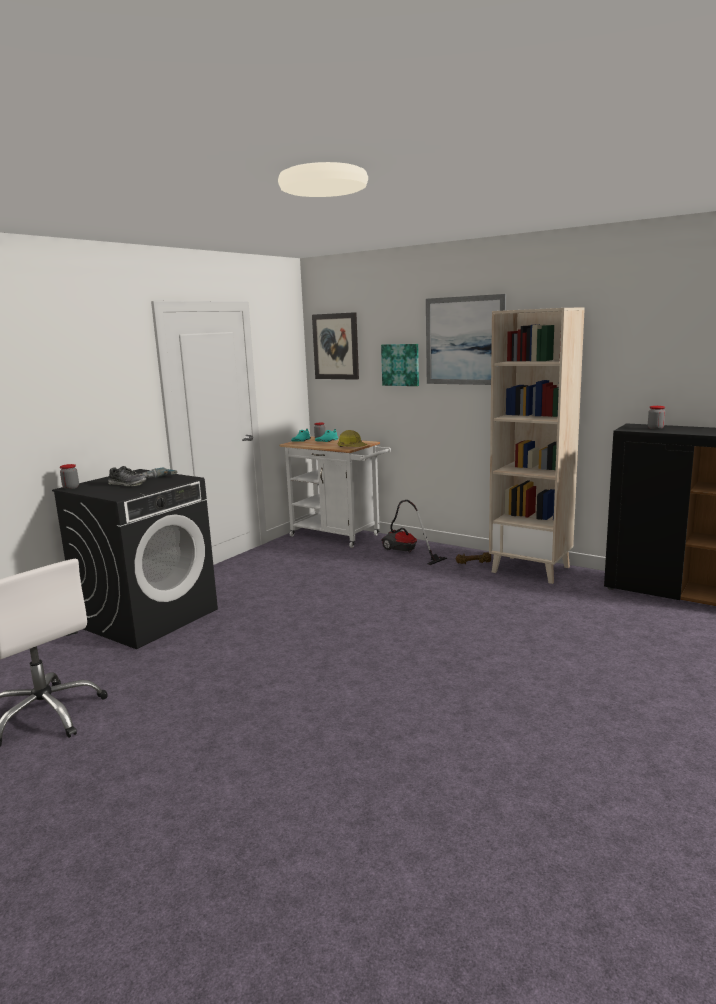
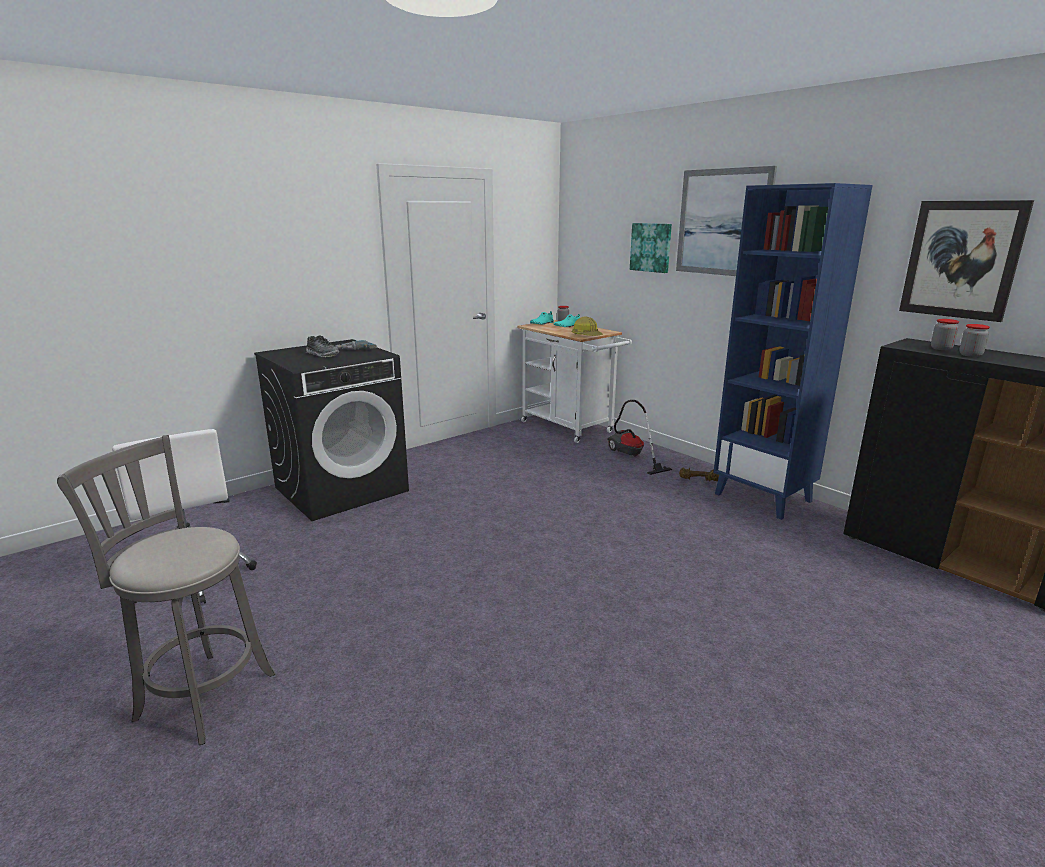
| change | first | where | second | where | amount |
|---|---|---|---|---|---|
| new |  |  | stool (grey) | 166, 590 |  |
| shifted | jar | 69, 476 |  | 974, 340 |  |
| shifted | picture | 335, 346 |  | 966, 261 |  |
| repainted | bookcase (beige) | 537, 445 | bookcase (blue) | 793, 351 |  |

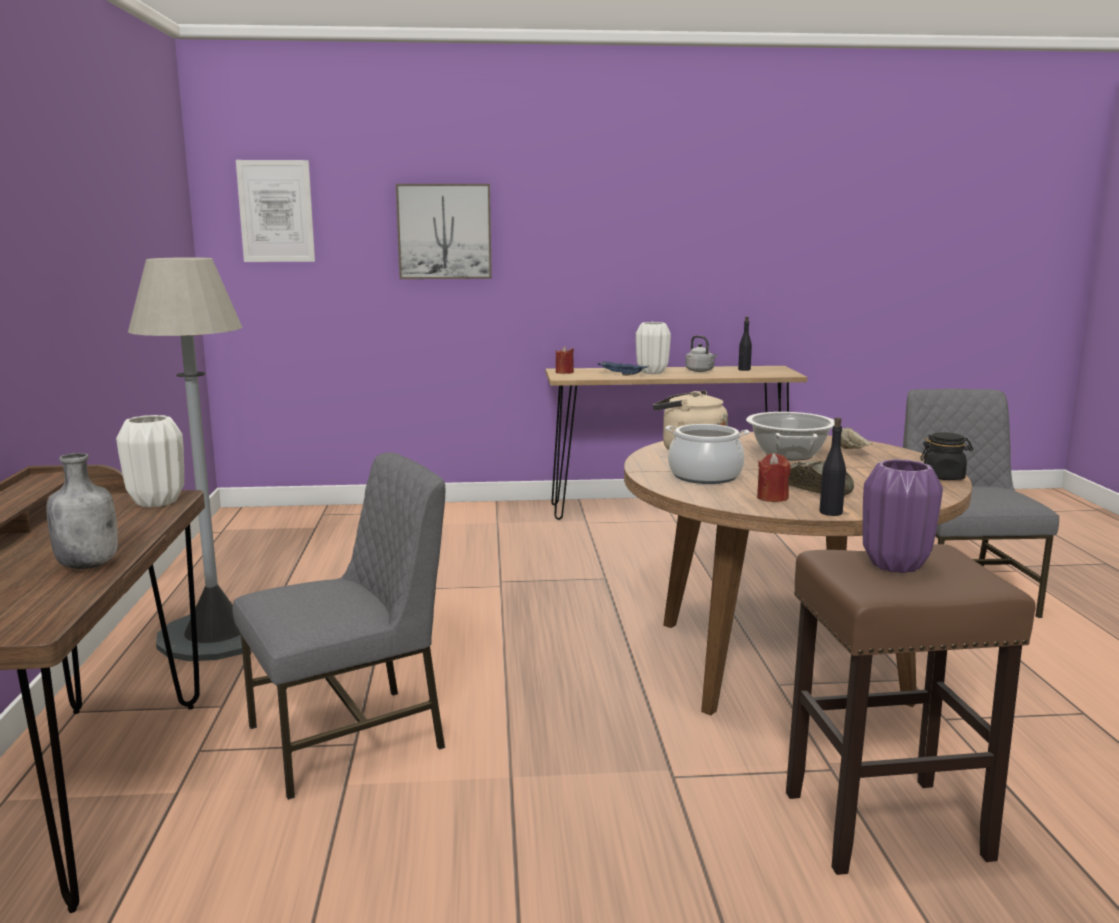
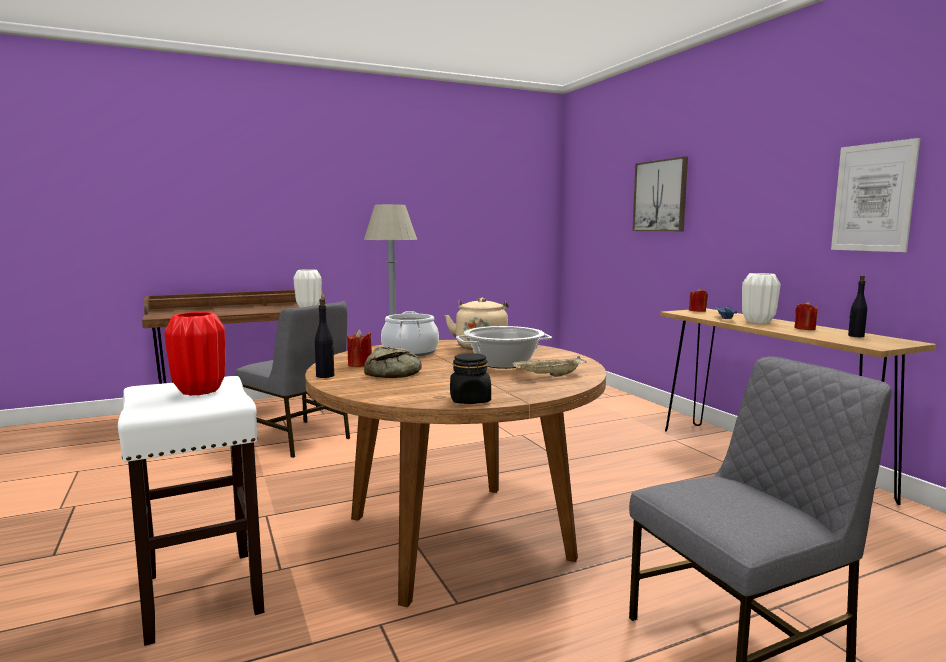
| change | first | where | second | where | amount |
|---|---|---|---|---|---|
| gone | bottle (grey) | 82, 511 |  |  |  |
| shifted | picture | 275, 211 |  | 875, 195 |  |
| swapped | kettle (grey) | 701, 353 | candle (red) | 806, 315 |  |
| repainted | stool (brown) | 911, 709 | stool (white) | 191, 511 |  |
| repainted | vase (purple) | 903, 516 | vase (red) | 194, 353 |  |

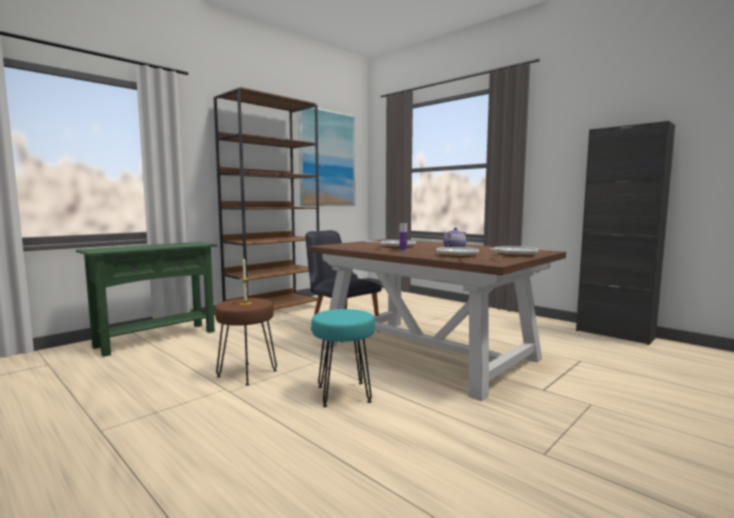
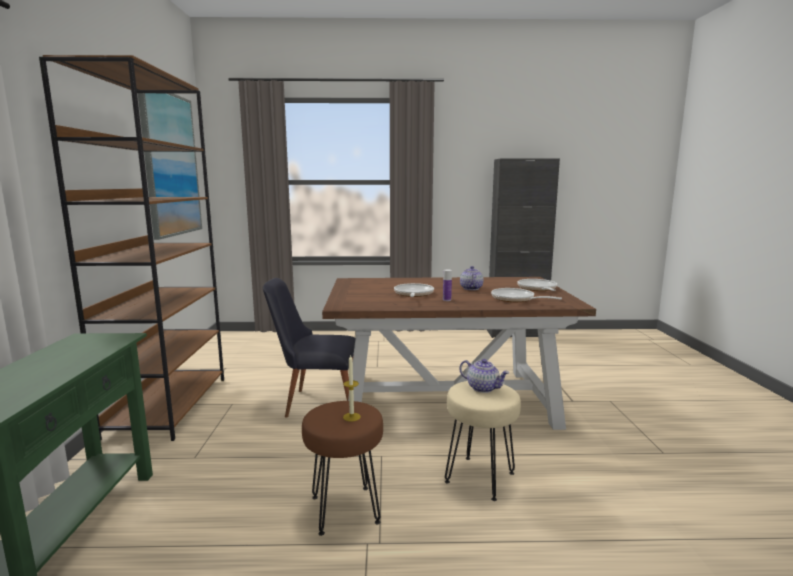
| change | first | where | second | where | amount |
|---|---|---|---|---|---|
| new |  |  | teapot | 484, 376 |  |
| repainted | stool (turquoise) | 343, 358 | stool (beige) | 483, 441 |  |

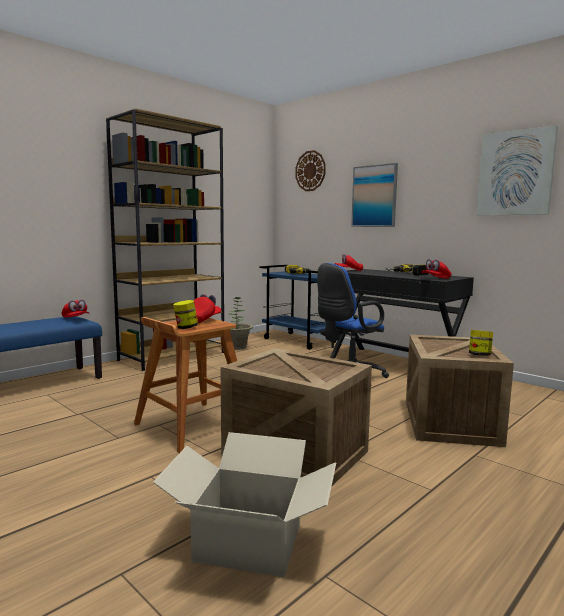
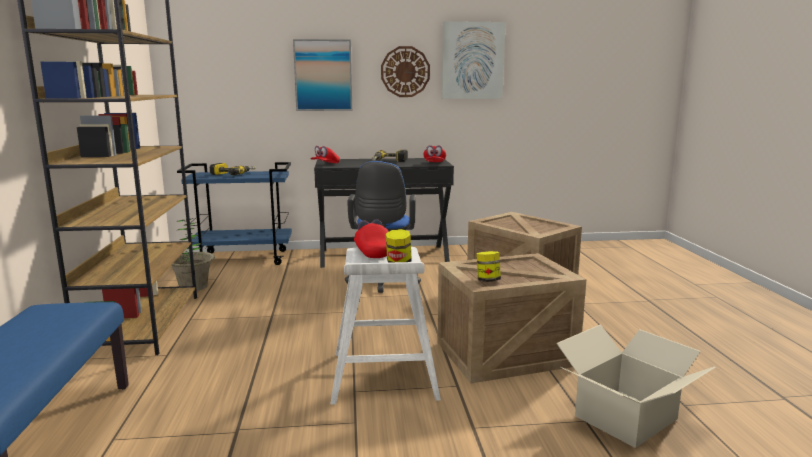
| change | first | where | second | where | amount |
|---|---|---|---|---|---|
| gone | cap (red) | 75, 308 |  |  |  |
| shifted | wall clock | 310, 170 |  | 405, 71 |  |
| shifted | jar | 481, 343 |  | 488, 266 |  |
| repainted | stool (brown) | 185, 385 | stool (white) | 385, 326 |  |

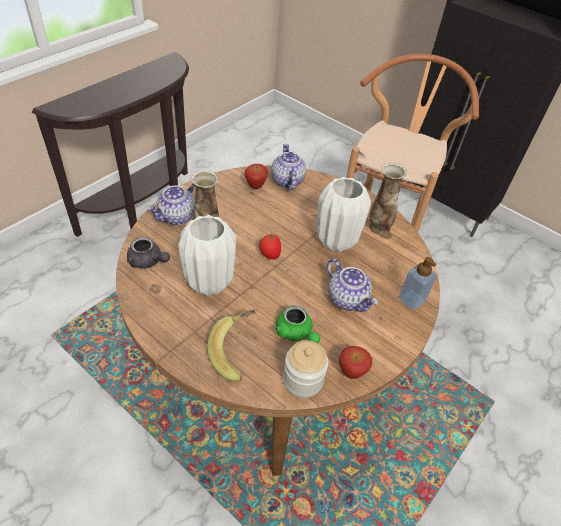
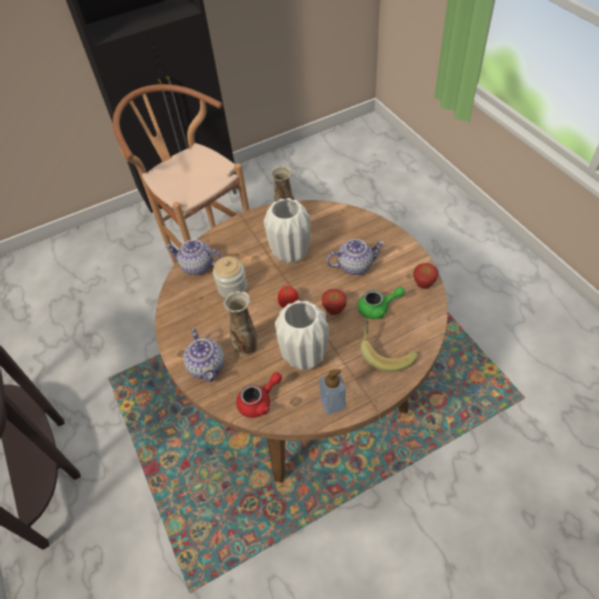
| change | first | where | second | where | amount |
|---|---|---|---|---|---|
| shifted | apple | 256, 176 |  | 334, 302 |  |
| shifted | jar | 305, 369 |  | 230, 277 |  |
| shifted | soap dispenser | 417, 283 |  | 332, 392 |  |
| repainted | teapot (grey) | 148, 253 | teapot (red) | 259, 395 |  |

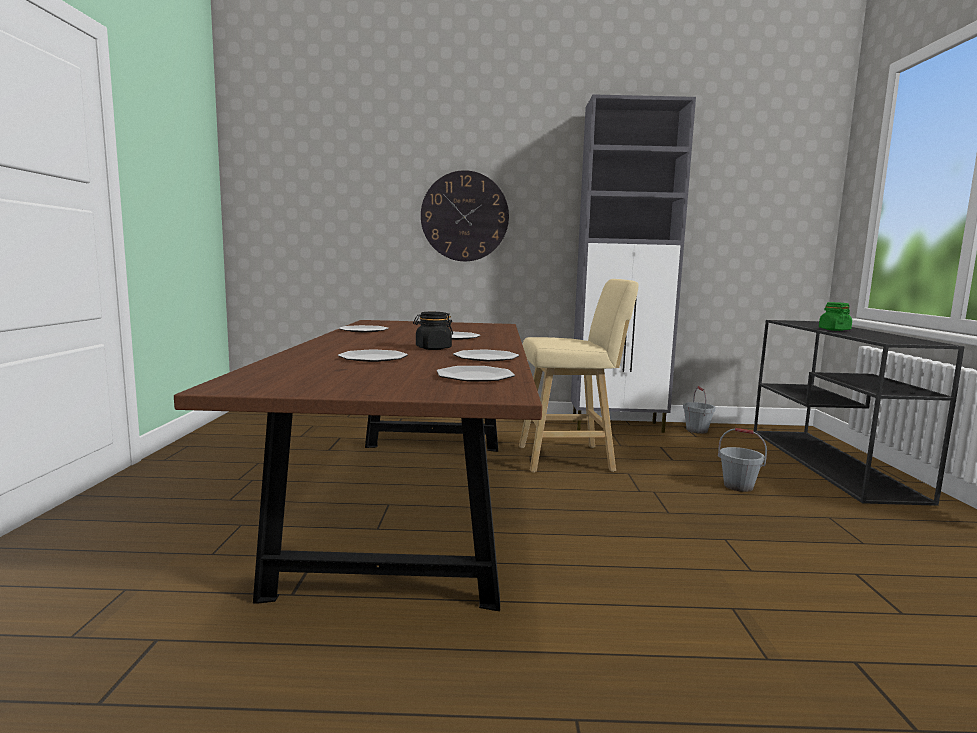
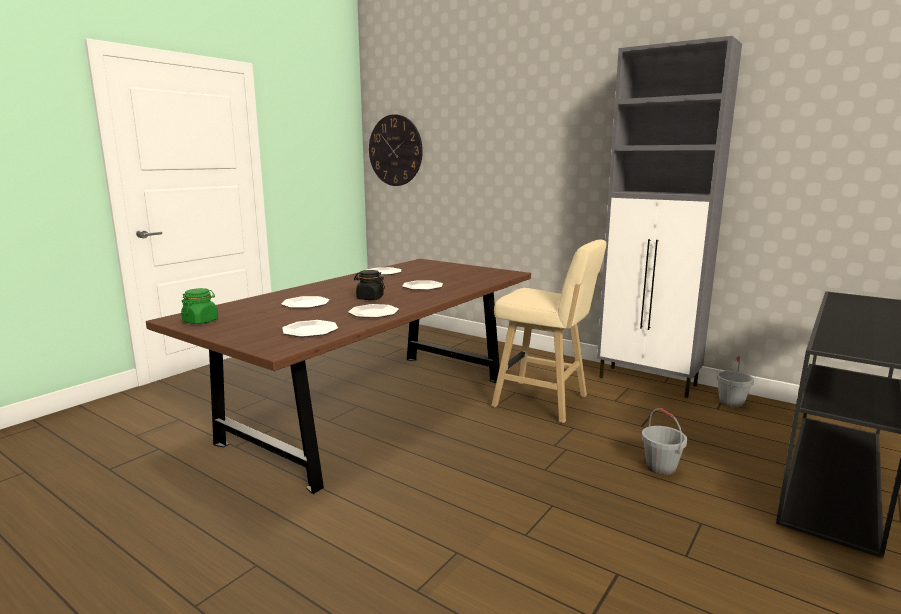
| change | first | where | second | where | amount |
|---|---|---|---|---|---|
| shifted | wall clock | 465, 215 |  | 396, 150 |  |
| shifted | jar (green) | 835, 316 |  | 199, 306 |  |

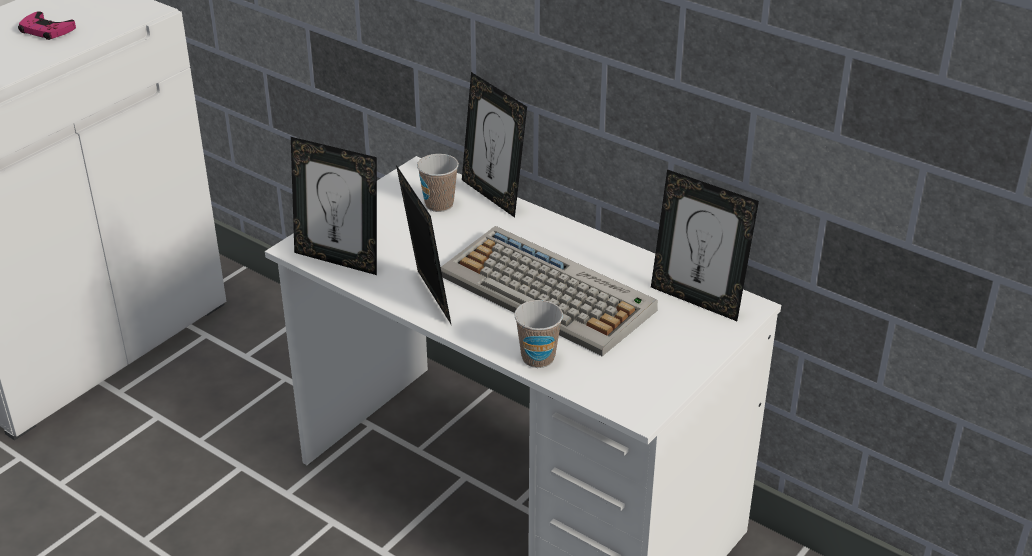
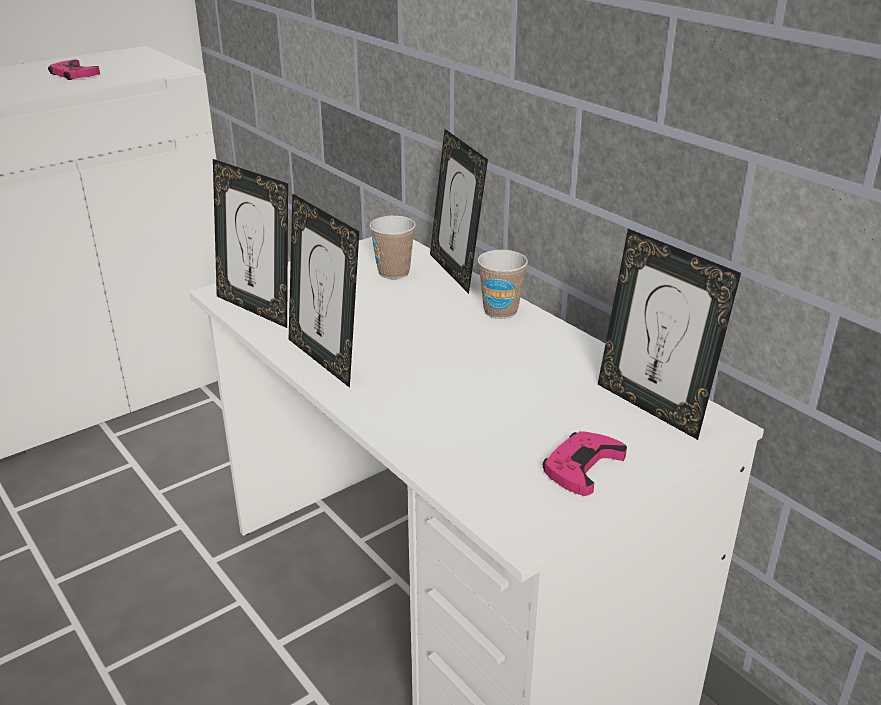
| change | first | where | second | where | amount |
|---|---|---|---|---|---|
| gone | keyboard | 549, 291 |  |  |  |
| new |  |  | game controller (pink) | 585, 463 |  |
| shifted | cup | 538, 334 |  | 502, 284 |  |
| rotated | picture frame | 423, 244 |  | 324, 290 | 150 degrees clockwise |

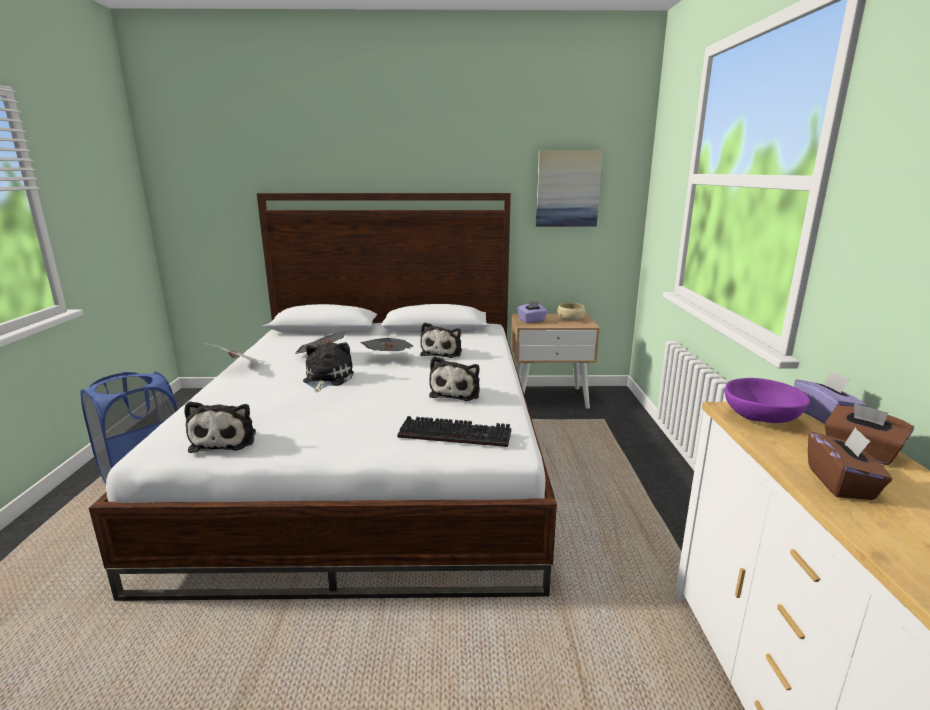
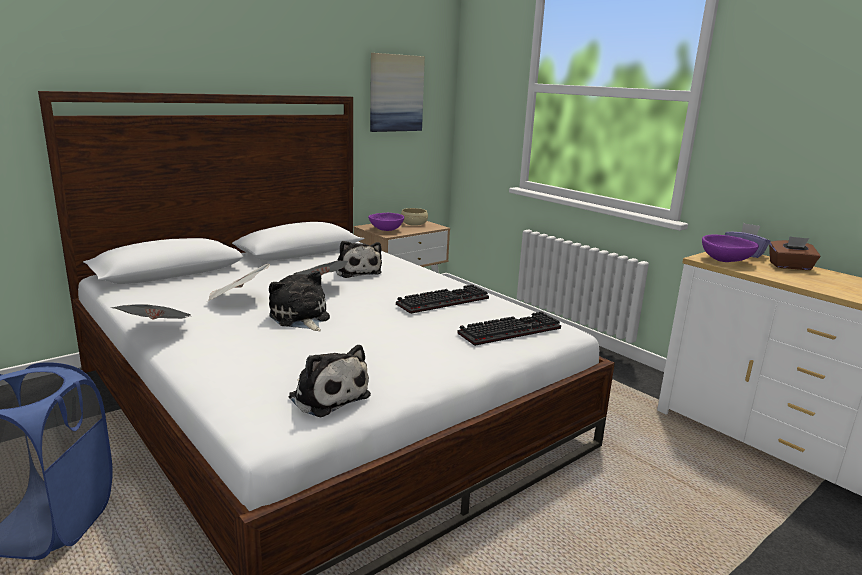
| change | first | where | second | where | amount |
|---|---|---|---|---|---|
| gone | tissue box (brown) | 850, 463 |  |  |  |
| swapped | plush toy | 454, 378 | keyboard | 442, 299 |  |
| swapped | tissue box (purple) | 532, 312 | bowl (purple) | 386, 222 |  |

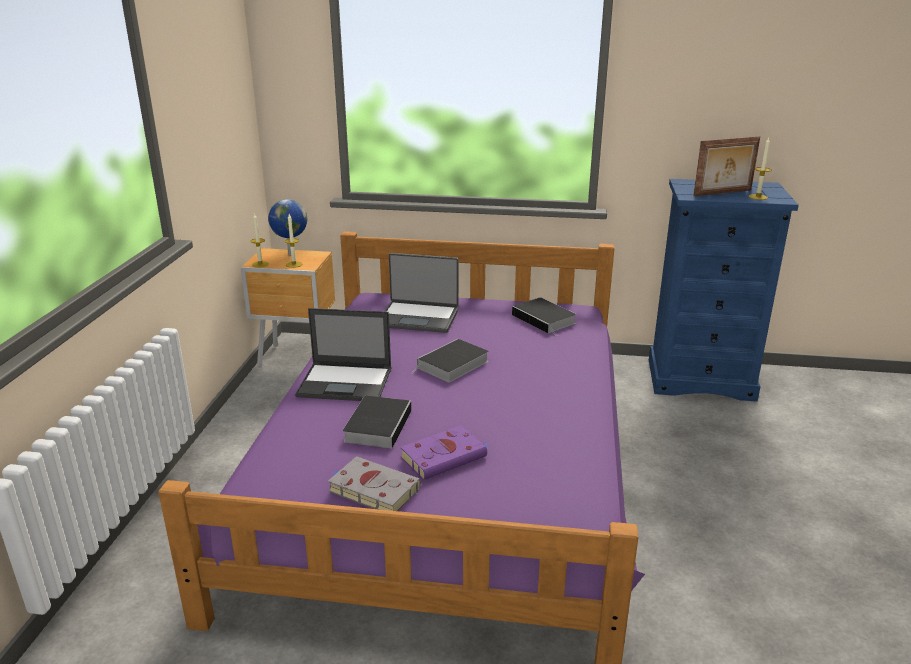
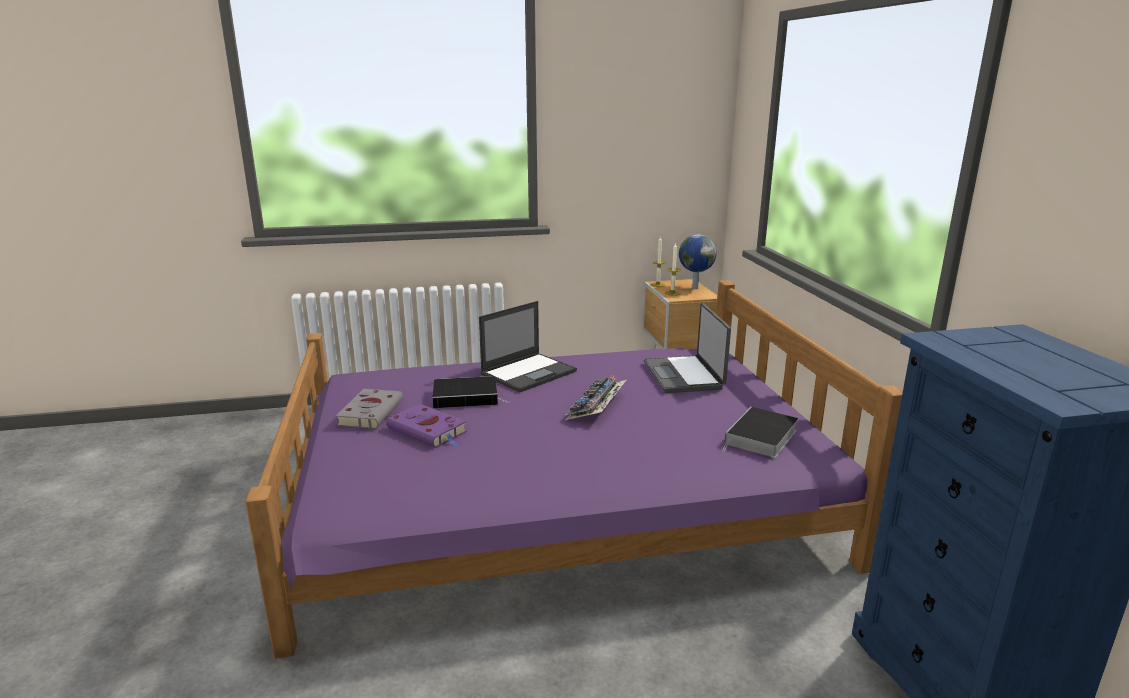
| change | first | where | second | where | amount |
|---|---|---|---|---|---|
| gone | picture frame | 726, 166 |  |  |  |
| gone | candle | 759, 169 |  |  |  |
| swapped | book | 450, 361 | keyboard | 596, 397 |  |
| rotated | laptop | 343, 354 |  | 528, 346 | 120 degrees counterclockwise |

